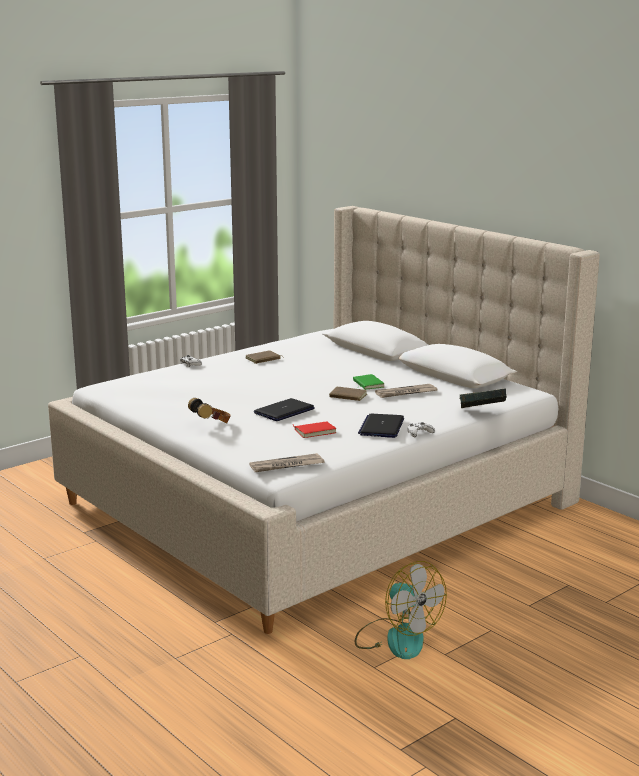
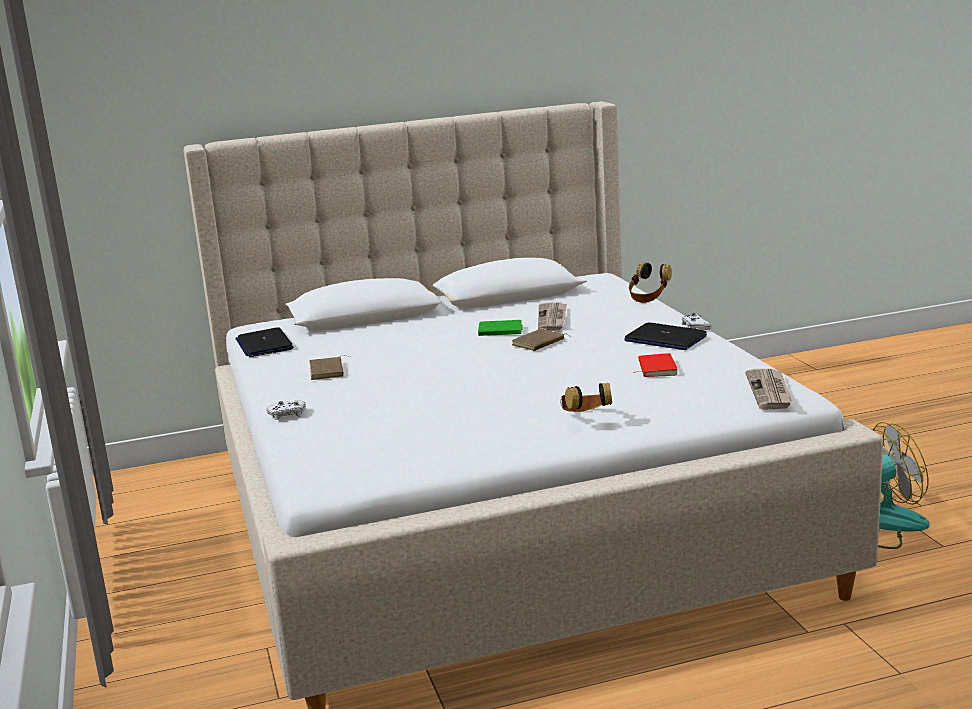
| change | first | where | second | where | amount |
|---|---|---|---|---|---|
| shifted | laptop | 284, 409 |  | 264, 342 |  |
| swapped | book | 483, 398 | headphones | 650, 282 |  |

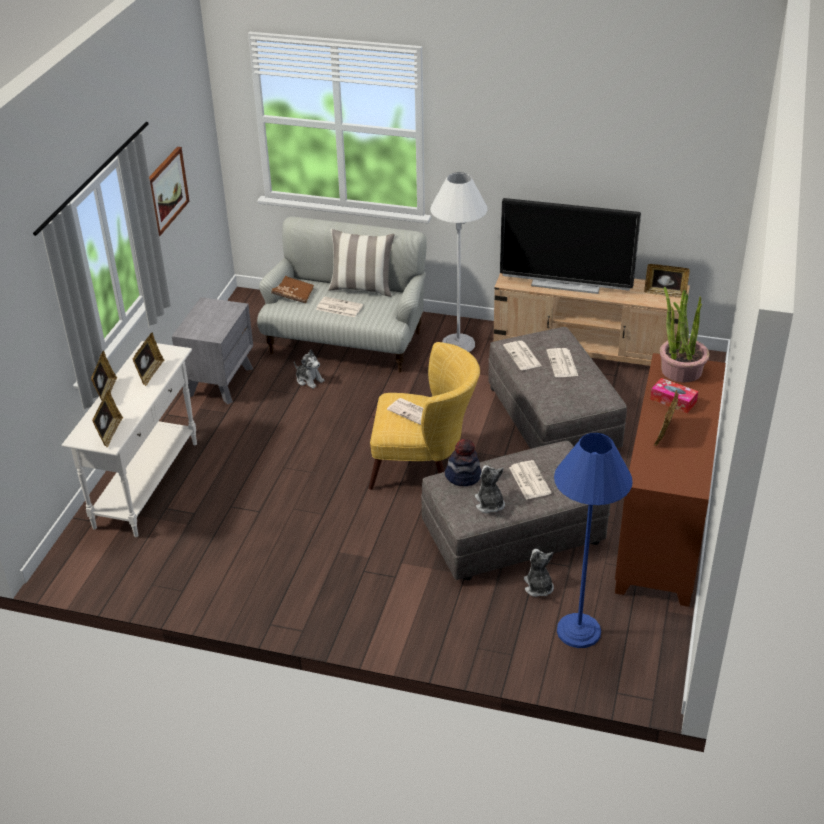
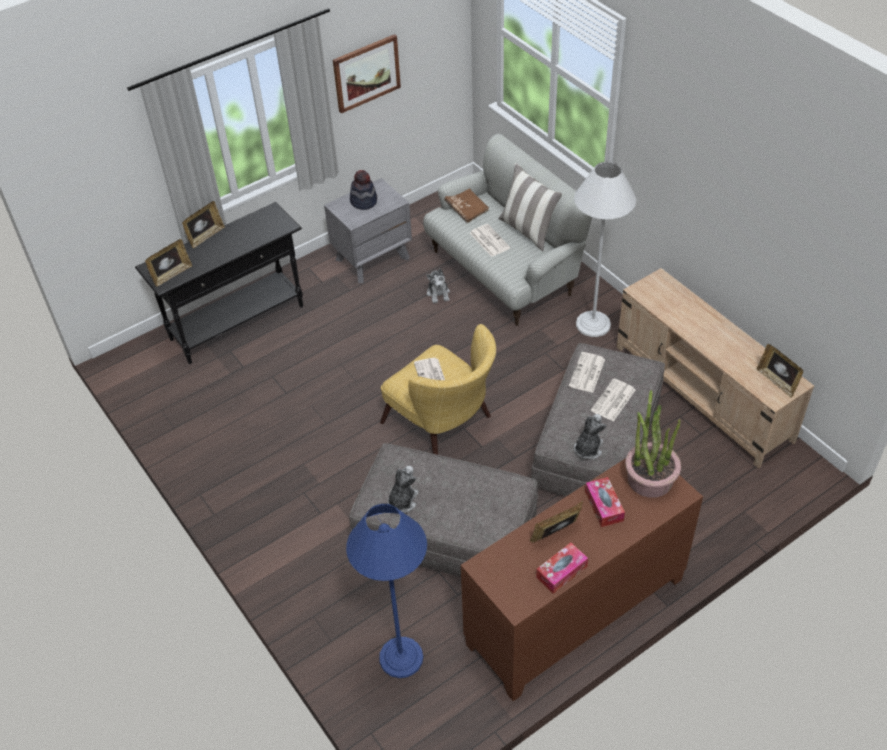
| change | first | where | second | where | amount |
|---|---|---|---|---|---|
| gone | picture frame | 149, 359 |  |  |  |
| gone | television | 570, 246 |  |  |  |
| gone | newspaper | 530, 479 |  |  |  |
| new |  |  | tissue box | 562, 568 |  |
| shifted | hat | 463, 462 |  | 363, 190 |  |
| shifted | plush toy | 539, 573 |  | 590, 437 |  |
| repainted | console table (white) | 129, 439 | console table (black) | 219, 283 |  |

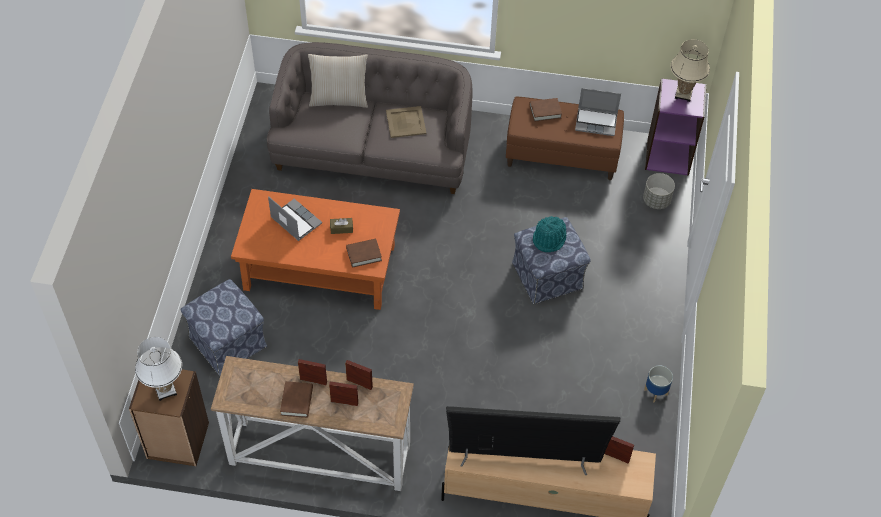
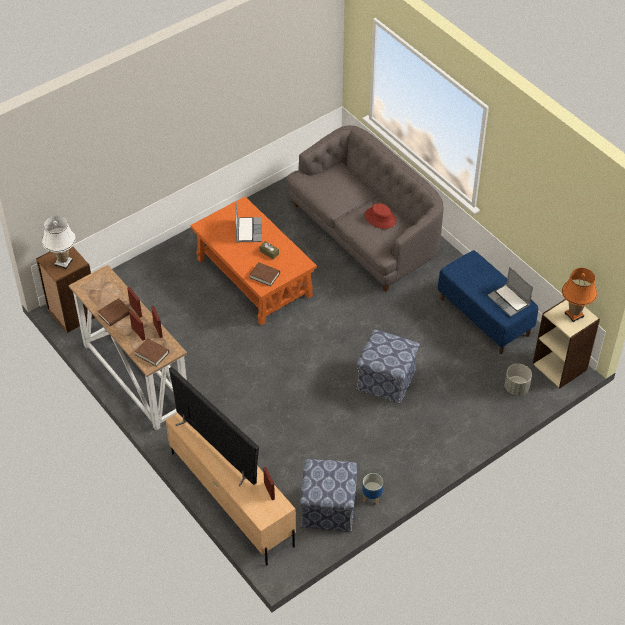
| change | first | where | second | where | amount |
|---|---|---|---|---|---|
| gone | pillow (beige) | 338, 81 |  |  |  |
| gone | hat (turquoise) | 549, 234 |  |  |  |
| shifted | ottoman | 224, 327 |  | 328, 495 |  |
| shifted | book (brown) | 545, 110 |  | 152, 352 |  |
| swapped | tray (beige) | 406, 122 | hat (red) | 380, 216 |  |
| repainted | bench (brown) | 565, 138 | bench (blue) | 488, 302 |  |
| repainted | bookcase (purple) | 675, 127 | bookcase (beige) | 566, 343 |  |
| repainted | table lamp (beige) | 690, 70 | table lamp (orange) | 579, 295 |  |

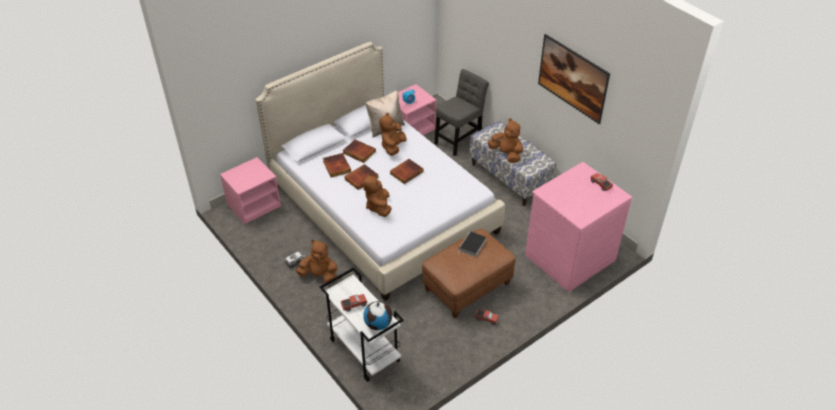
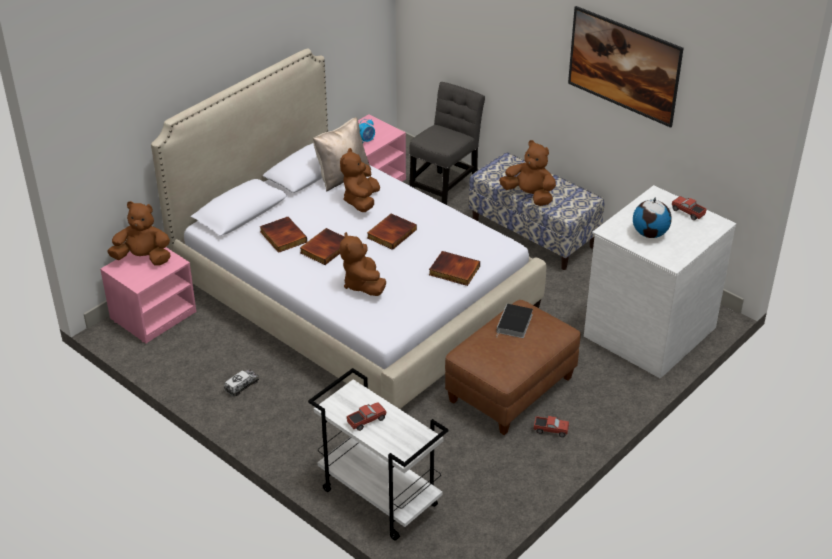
| change | first | where | second | where | amount |
|---|---|---|---|---|---|
| shifted | plush toy (brown) | 316, 261 |  | 139, 233 |  |
| shifted | book | 359, 151 |  | 454, 268 |  |
| shifted | globe | 377, 315 |  | 652, 218 |  |
| repainted | dresser (pink) | 578, 227 | dresser (white) | 660, 281 |  |

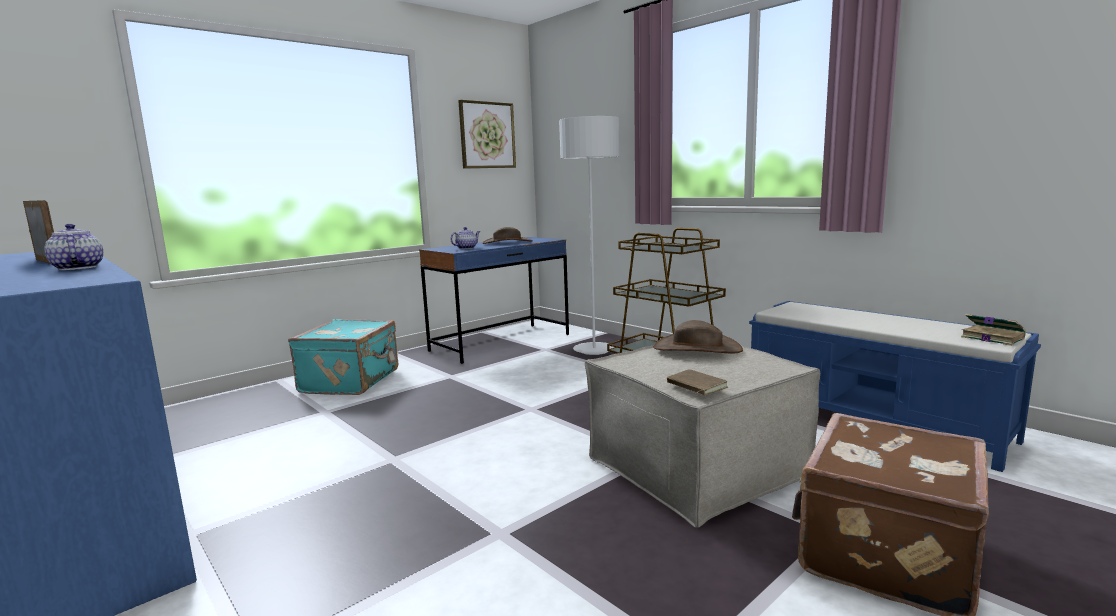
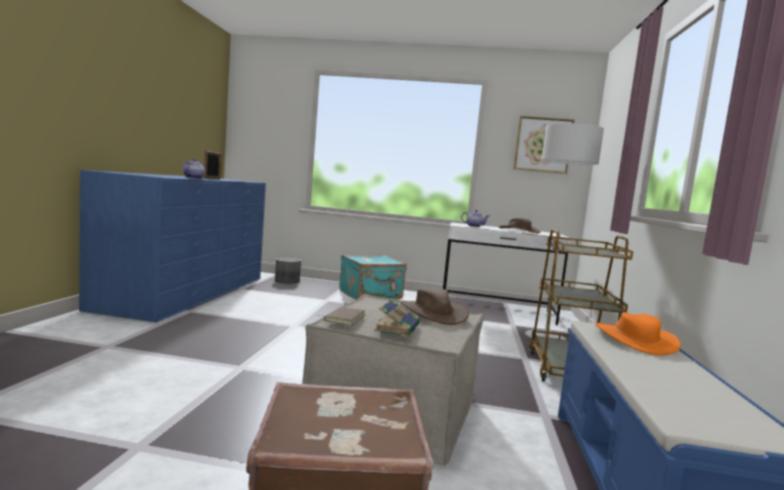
| change | first | where | second | where | amount |
|---|---|---|---|---|---|
| new |  |  | planter (grey) | 288, 270 |  |
| new |  |  | hat (orange) | 638, 334 |  |
| shifted | book | 993, 330 |  | 397, 318 |  |
| repainted | desk (blue) | 494, 300 | desk (white) | 506, 273 |  |

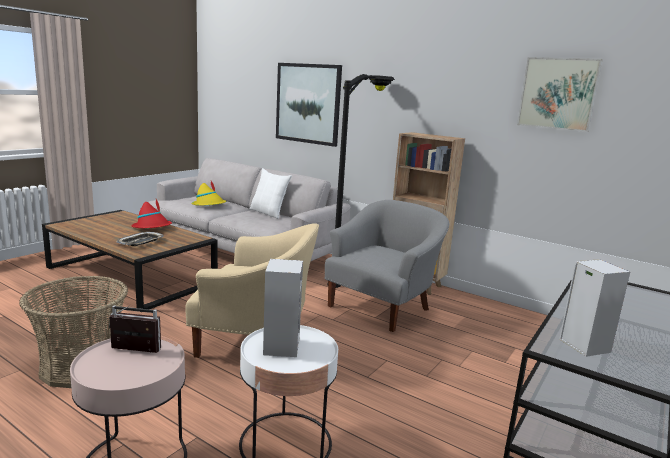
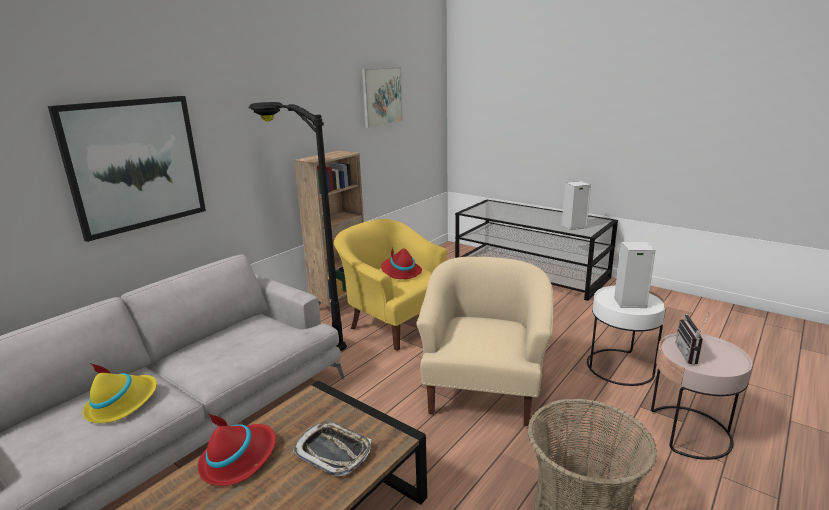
| change | first | where | second | where | amount |
|---|---|---|---|---|---|
| gone | pillow (white) | 270, 193 |  |  |  |
| new |  |  | hat (red) | 401, 263 |  |
| repainted | armchair (grey) | 387, 266 | armchair (yellow) | 391, 285 |  |

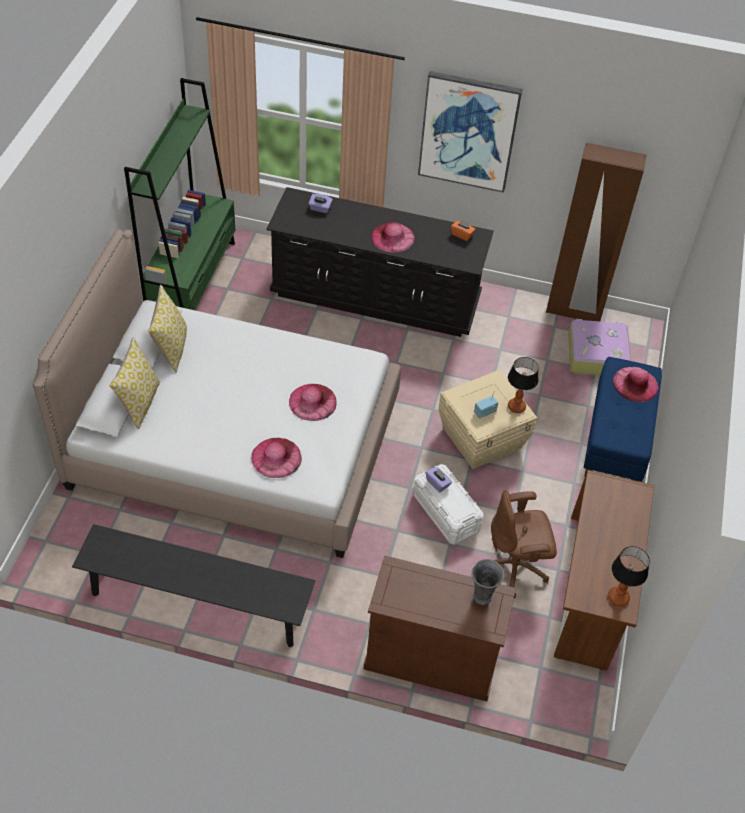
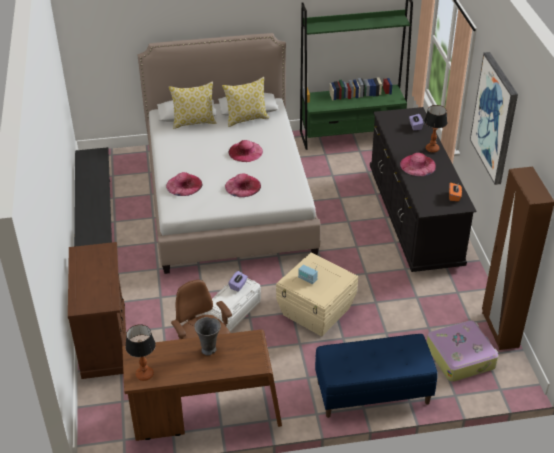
| change | first | where | second | where | amount |
|---|---|---|---|---|---|
| shifted | vase (grey) | 487, 582 |  | 207, 336 |  |
| shifted | table lamp | 523, 385 |  | 435, 129 |  |
| shifted | hat (pink) | 636, 384 |  | 245, 151 |  |

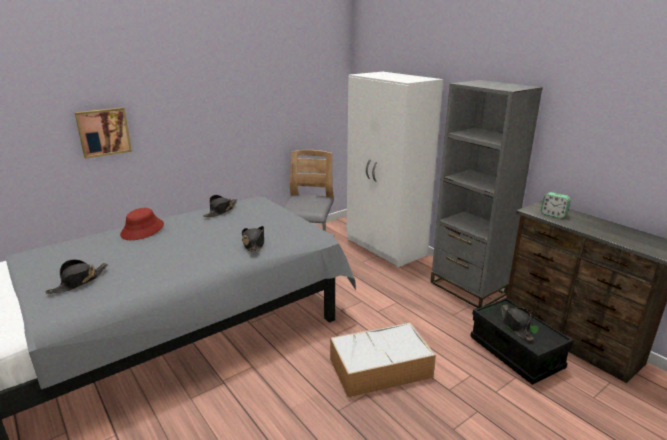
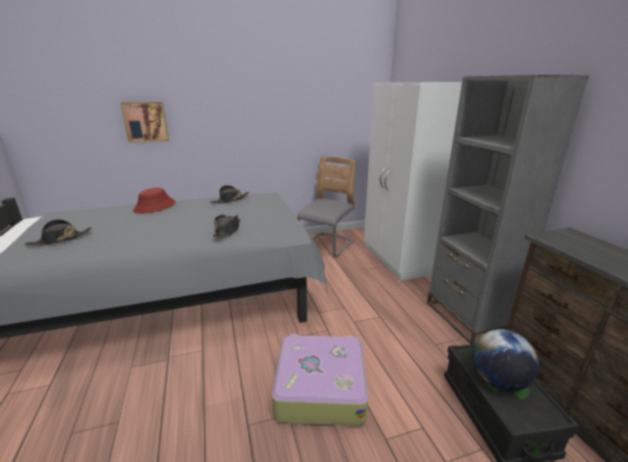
| change | first | where | second | where | amount |
|---|---|---|---|---|---|
| gone | alarm clock | 556, 205 |  |  |  |
| swapped | storage box | 383, 359 | suitcase | 320, 380 |  |
| swapped | hat (black) | 517, 323 | globe | 505, 360 |  |

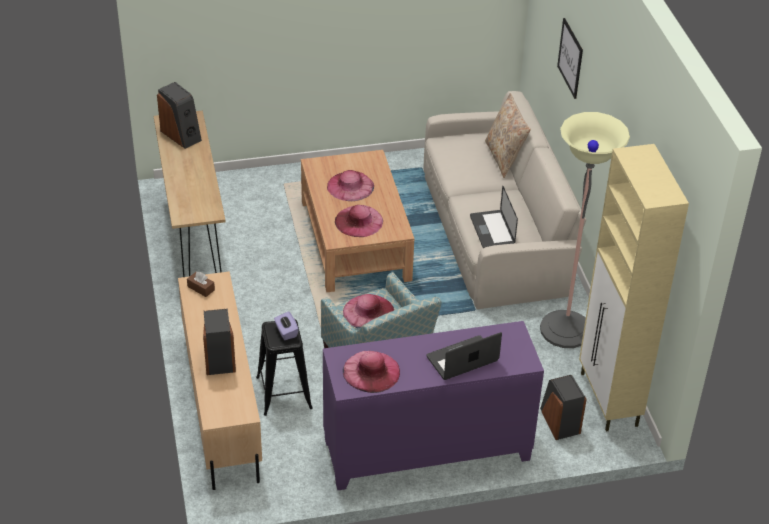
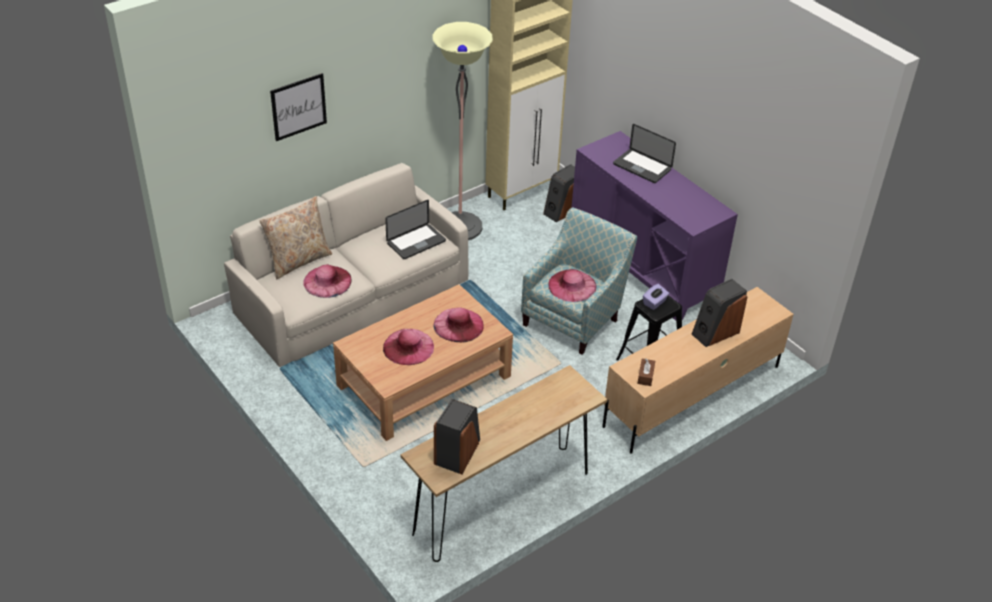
| change | first | where | second | where | amount |
|---|---|---|---|---|---|
| shifted | hat (pink) | 371, 372 |  | 328, 281 |  |

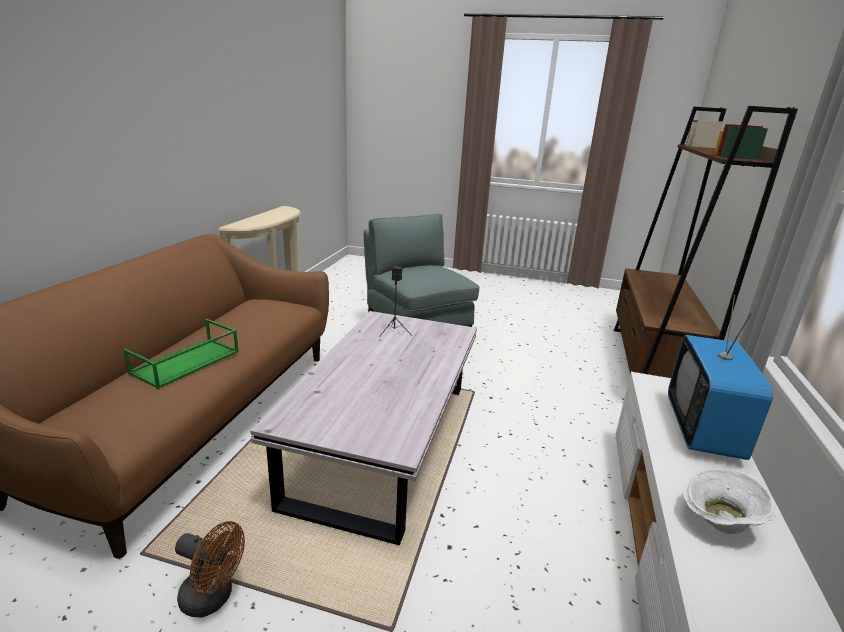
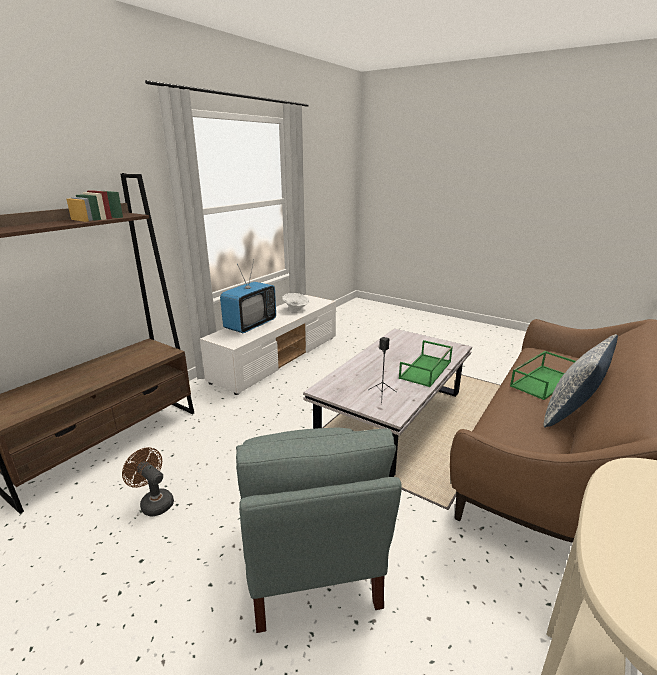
| change | first | where | second | where | amount |
|---|---|---|---|---|---|
| new |  |  | tray (green) | 426, 363 |  |
| new |  |  | pillow | 580, 381 |  |
| shifted | fan (brown) | 210, 569 |  | 148, 481 |  |

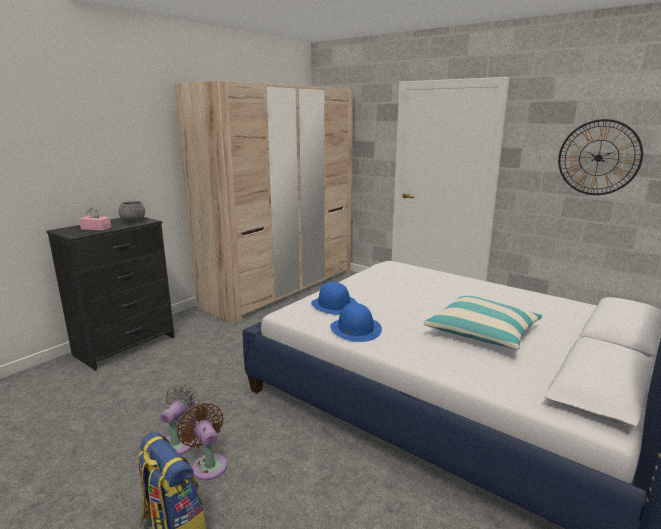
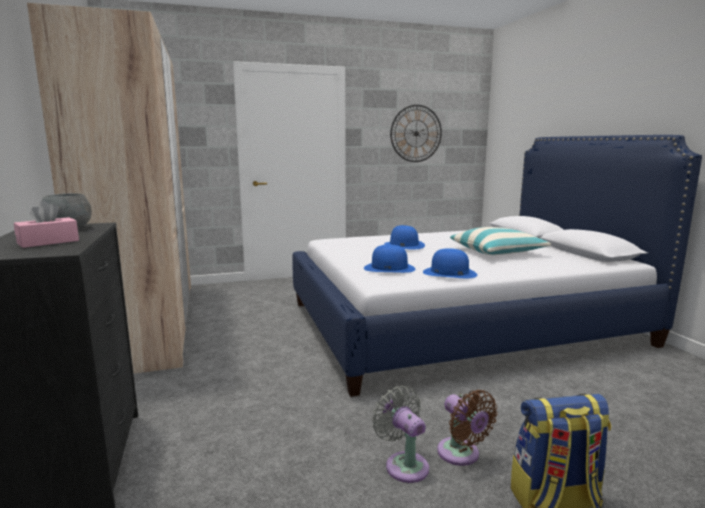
| change | first | where | second | where | amount |
|---|---|---|---|---|---|
| new |  |  | hat (blue) | 404, 237 |  |
| rotated | fan (brown) | 202, 441 |  | 467, 428 | 120 degrees counterclockwise |

